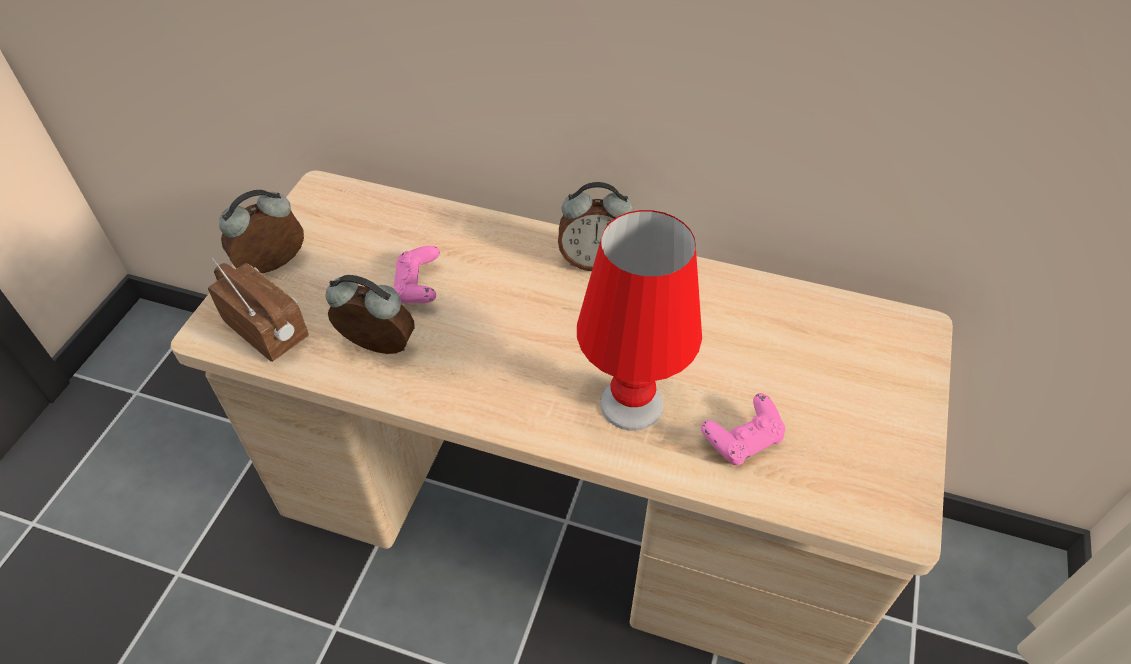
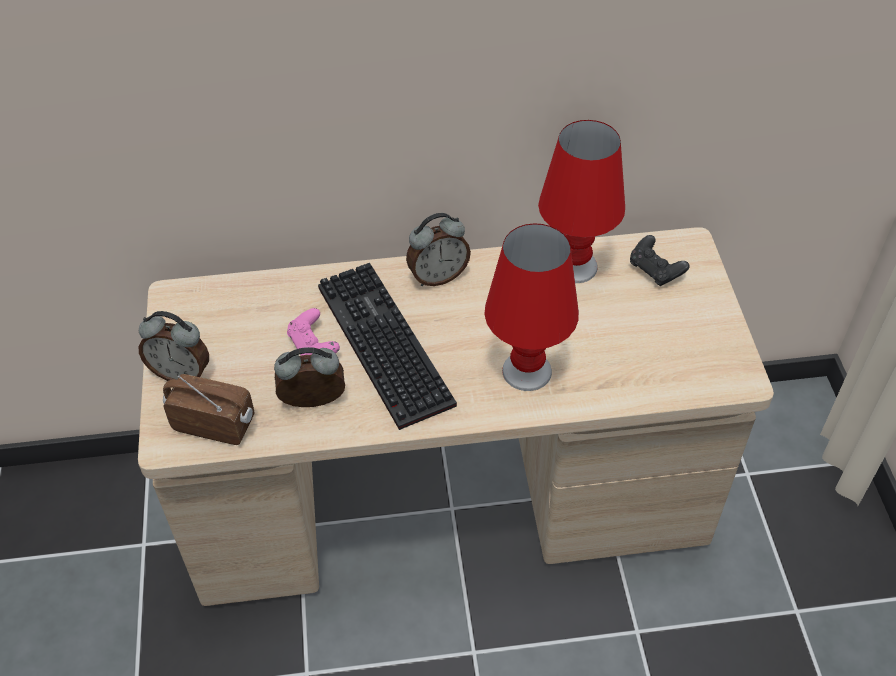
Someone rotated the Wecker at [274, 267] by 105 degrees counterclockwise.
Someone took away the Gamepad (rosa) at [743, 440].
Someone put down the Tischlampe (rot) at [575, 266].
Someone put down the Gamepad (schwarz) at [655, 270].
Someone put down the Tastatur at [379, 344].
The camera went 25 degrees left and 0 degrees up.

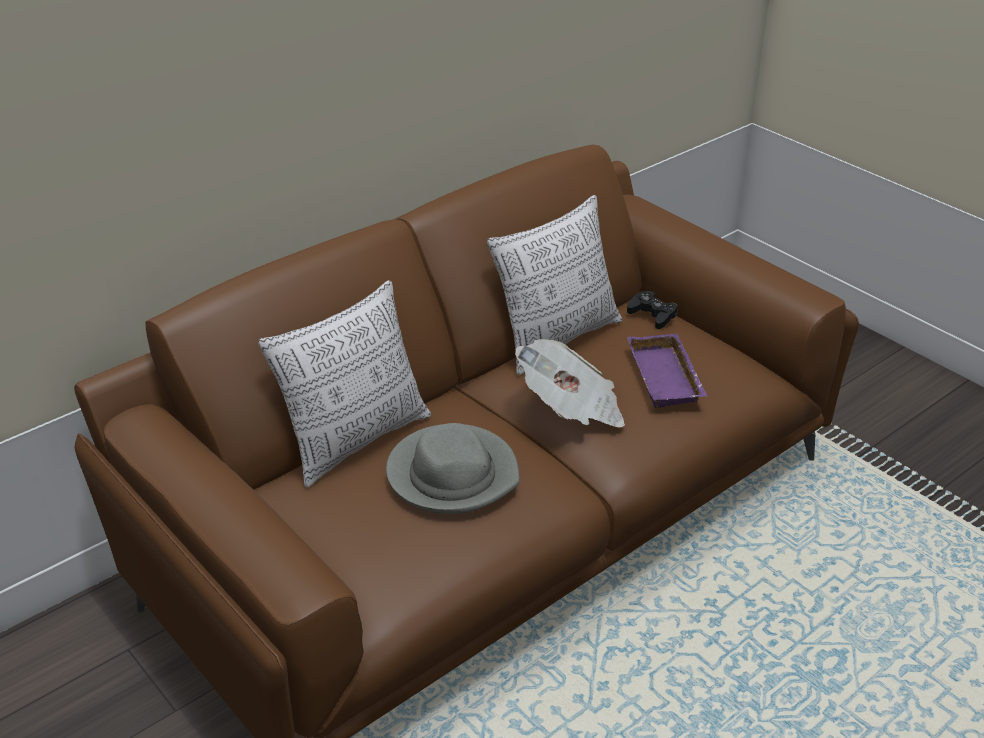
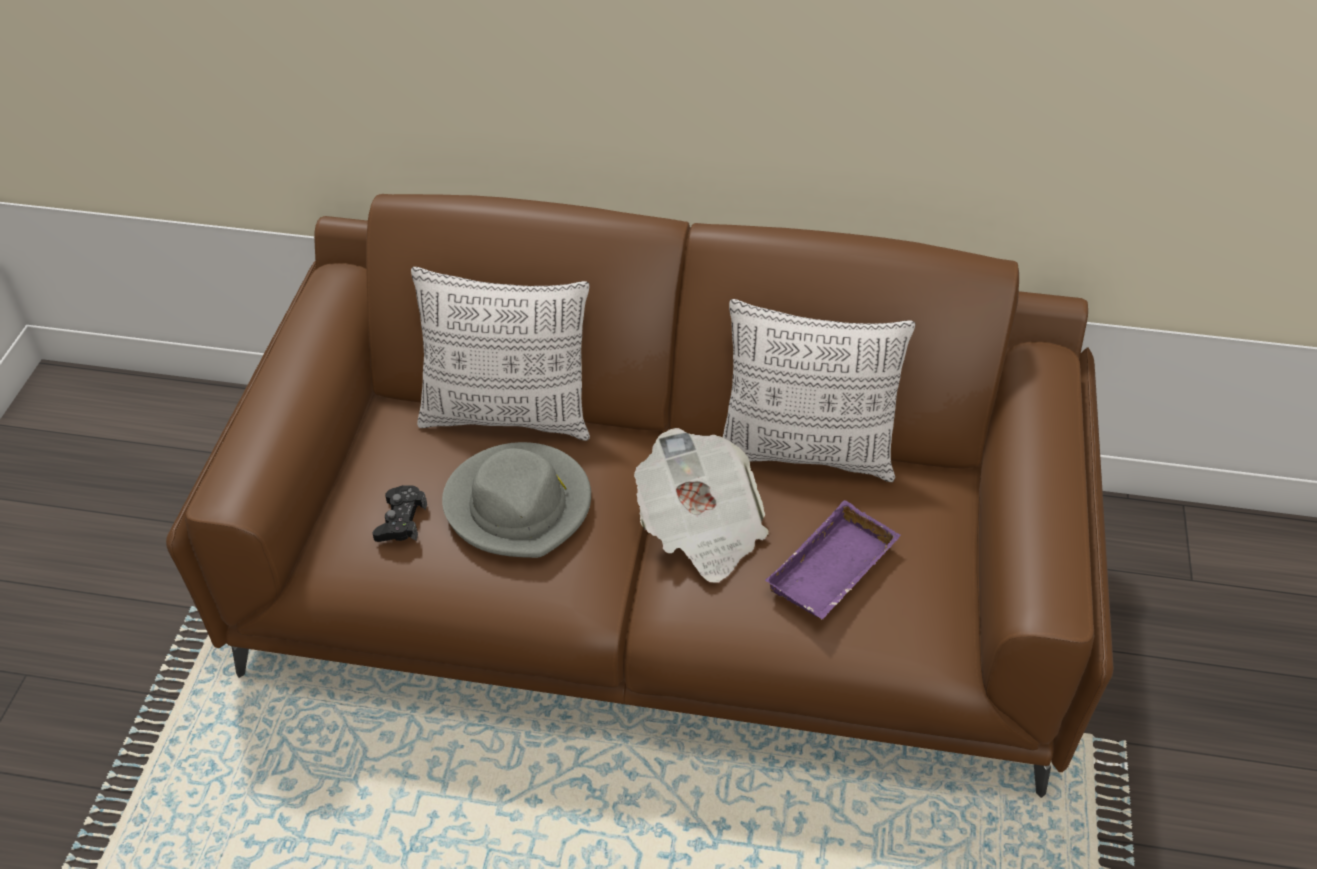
Someone carried the Gamepad (schwarz) from [652, 315] to [401, 520].
The camera went 50 degrees right and 10 degrees up.

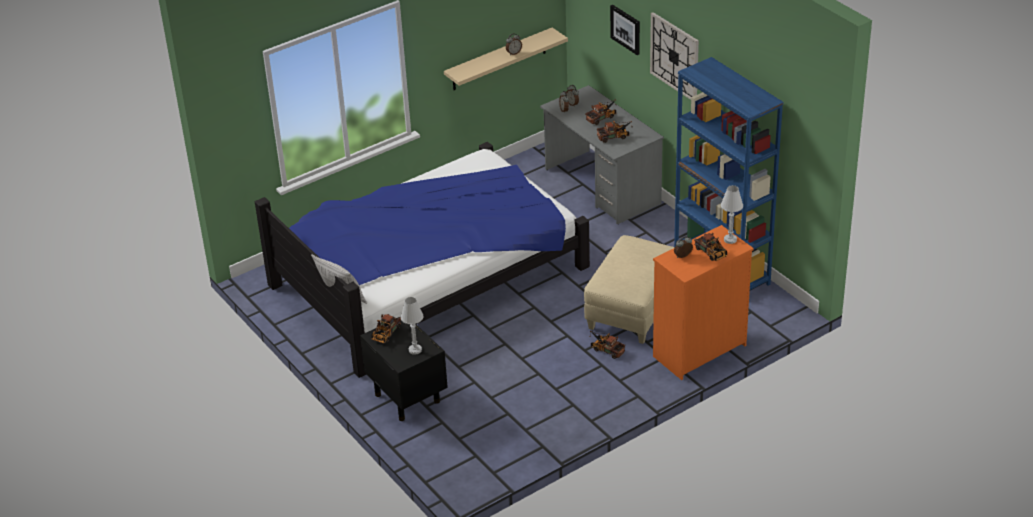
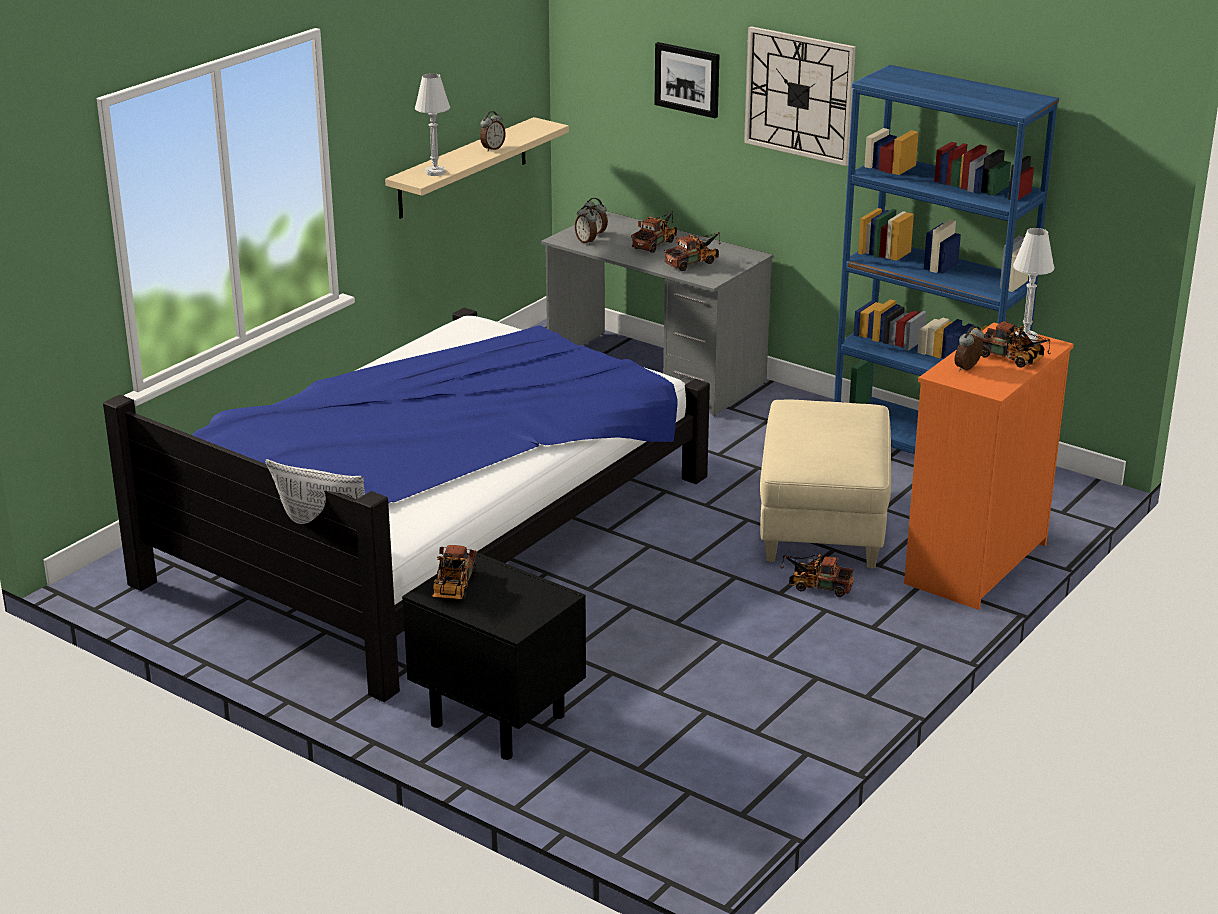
Someone carried the Tischlampe (weiß) from [415, 350] to [435, 172].
The camera went 20 degrees left and 10 degrees down.

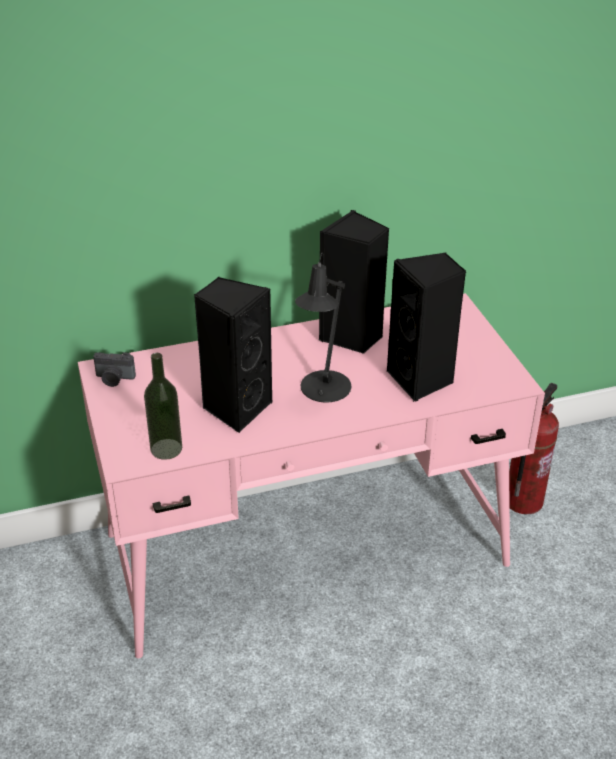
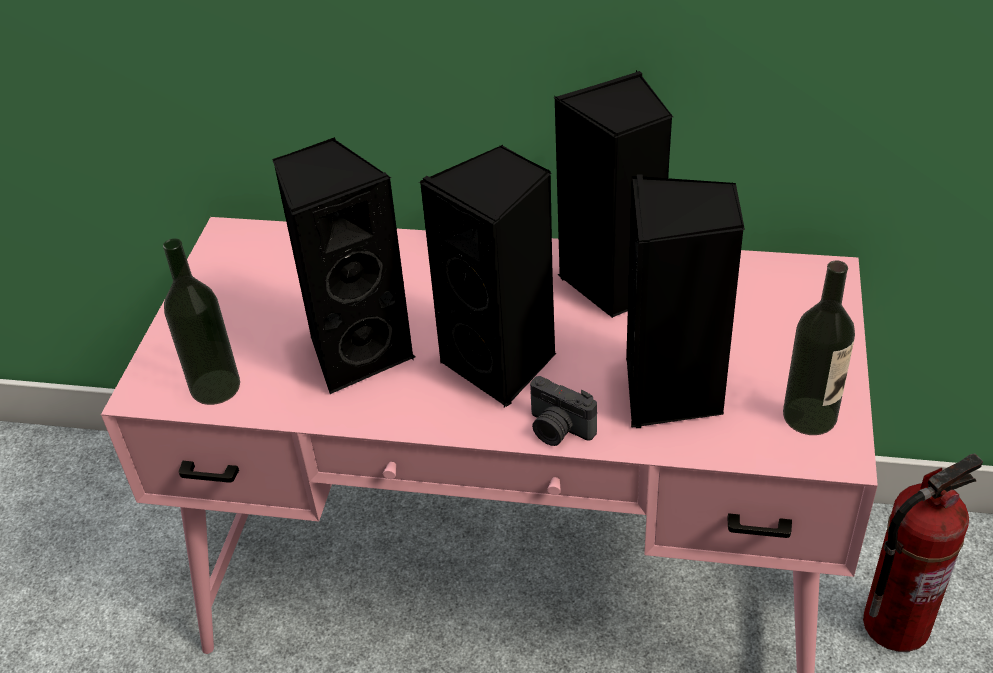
Someone swapped the Tischlampe (schwarz) at [323, 391] for the Lautsprecher (schwarz) at [503, 363].
Someone carried the Kamera from [114, 379] to [558, 430].
Someone put down the Flasche at [809, 416].
The camera went 30 degrees right and 5 degrees up.

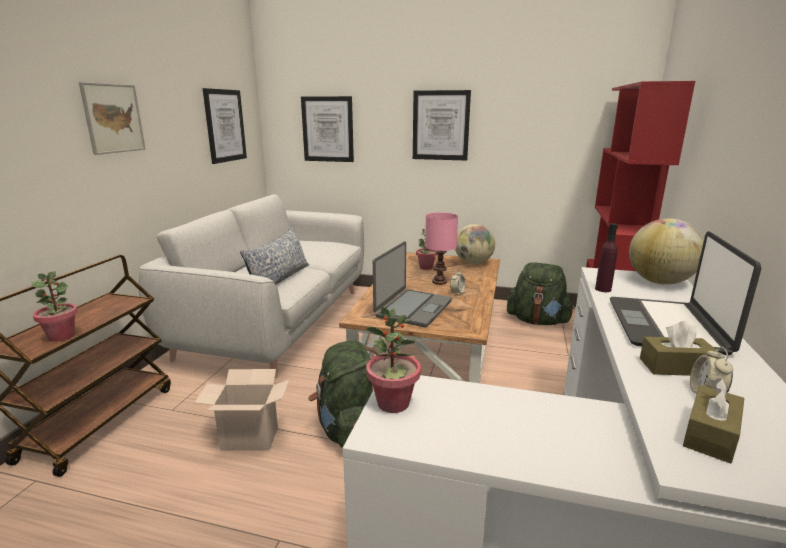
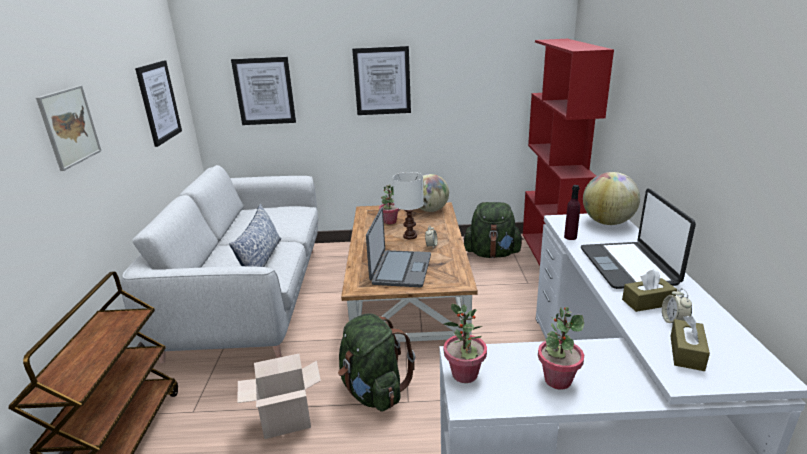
Someone repainted the Tischlampe (rosa) at [440, 282], which became the Tischlampe (weiß) at [410, 236].
Someone carried the Topfpflanze from [62, 336] to [557, 380].
The camera went 15 degrees left and 5 degrees up.

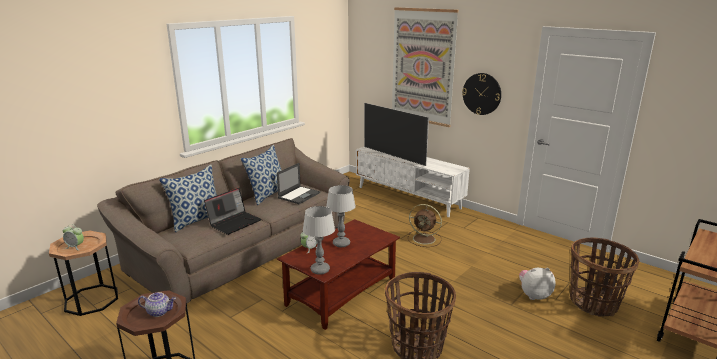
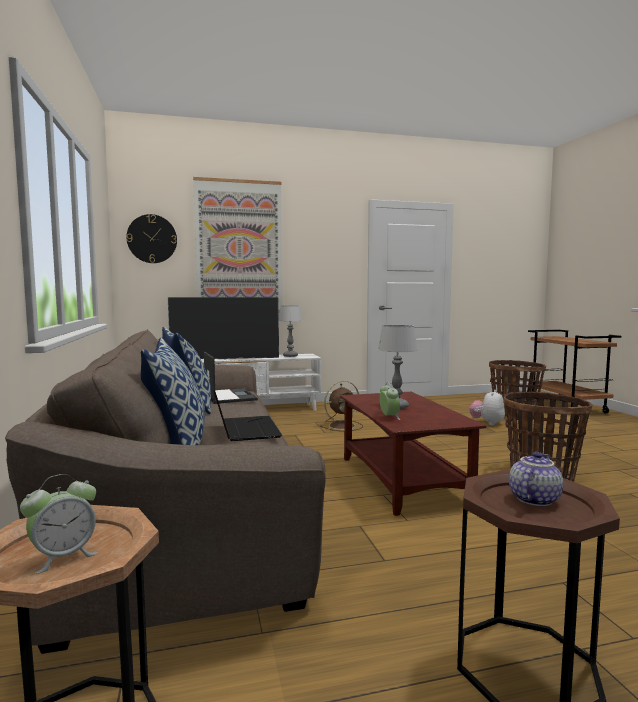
Someone carried the Wanduhr from [481, 94] to [152, 239].
Someone carried the Tischlampe from [319, 270] to [290, 356].
The camera went 55 degrees left and 15 degrees down.

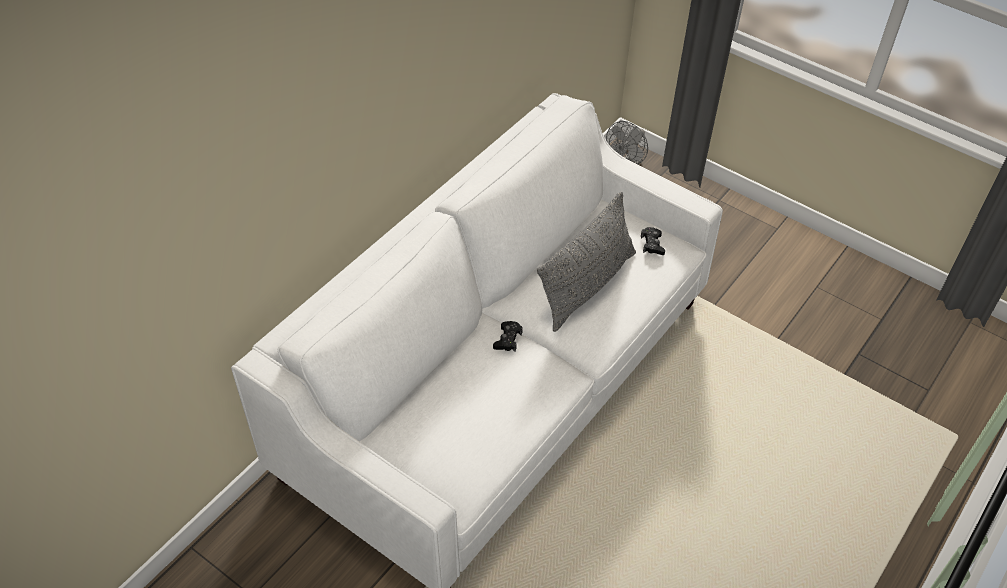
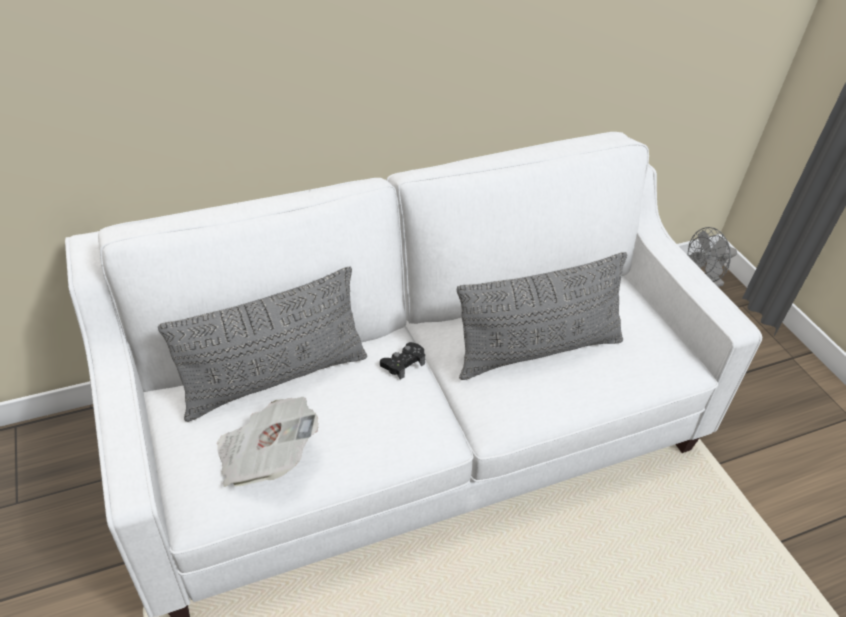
Someone took away the Gamepad (schwarz) at [652, 244].
Someone put down the Kissen (grau) at [275, 378].
Someone put down the Zeitung at [266, 457].
The camera went 30 degrees right and 5 degrees down.

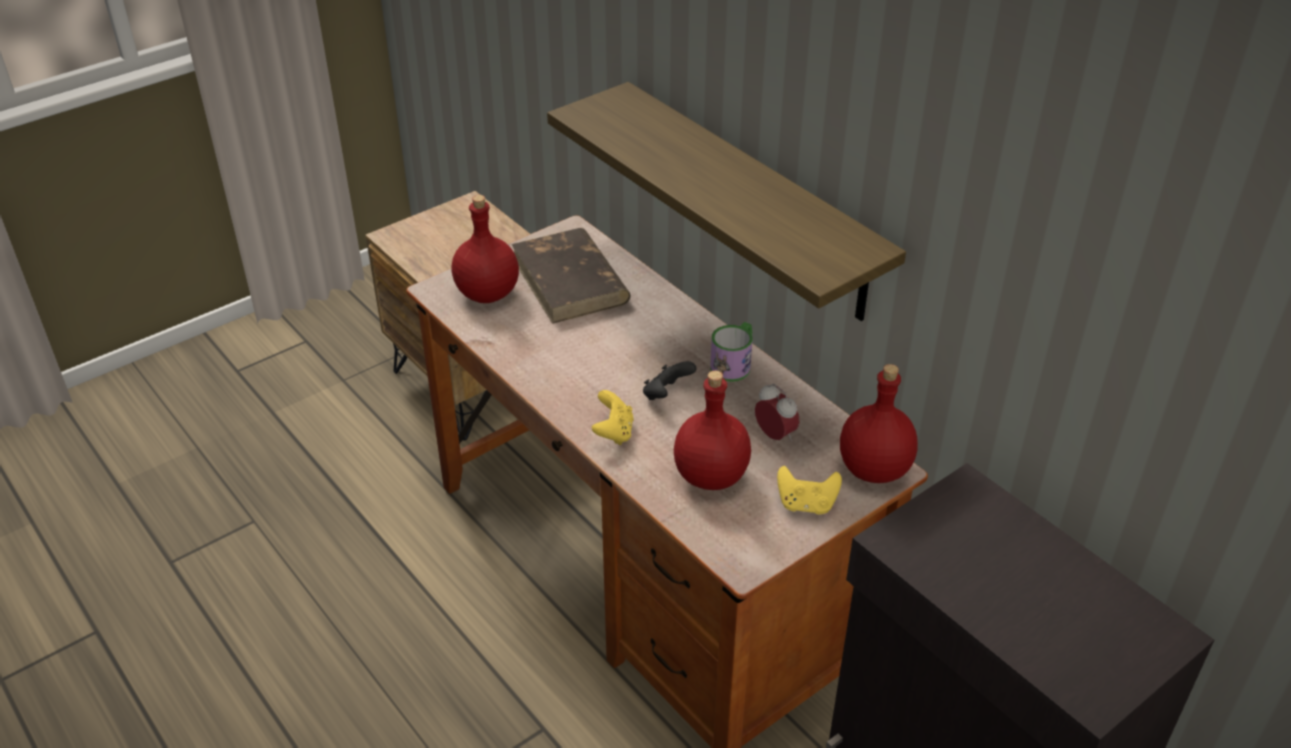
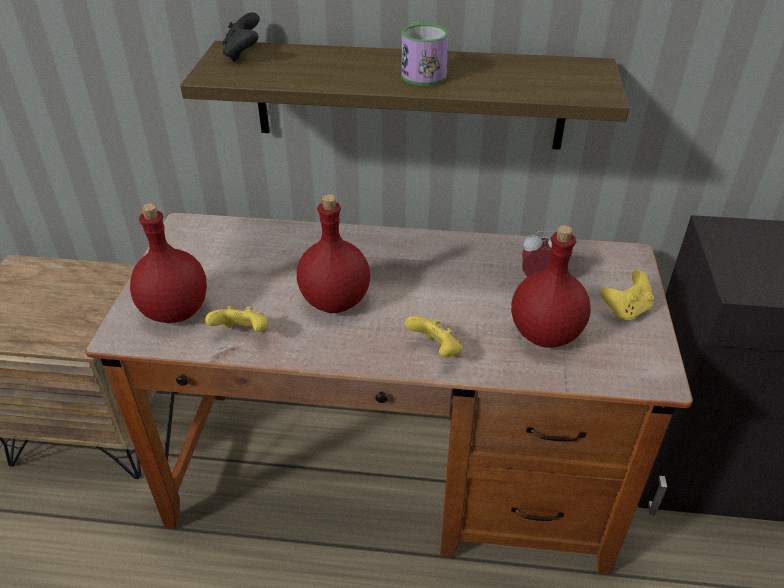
Someone took away the Buch (braun) at [570, 281].
Someone carried the Henkelbecher from [734, 363] to [421, 72].
Someone carried the Gamepad (schwarz) from [666, 394] to [243, 55].
Someone carried the Flasche (rot) from [875, 469] to [336, 300].
Someone put down the Gamepad (gelb) at [242, 334].
The camera went 45 degrees left and 0 degrees up.

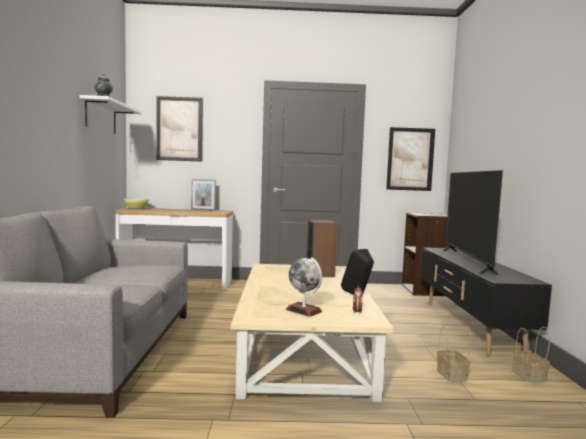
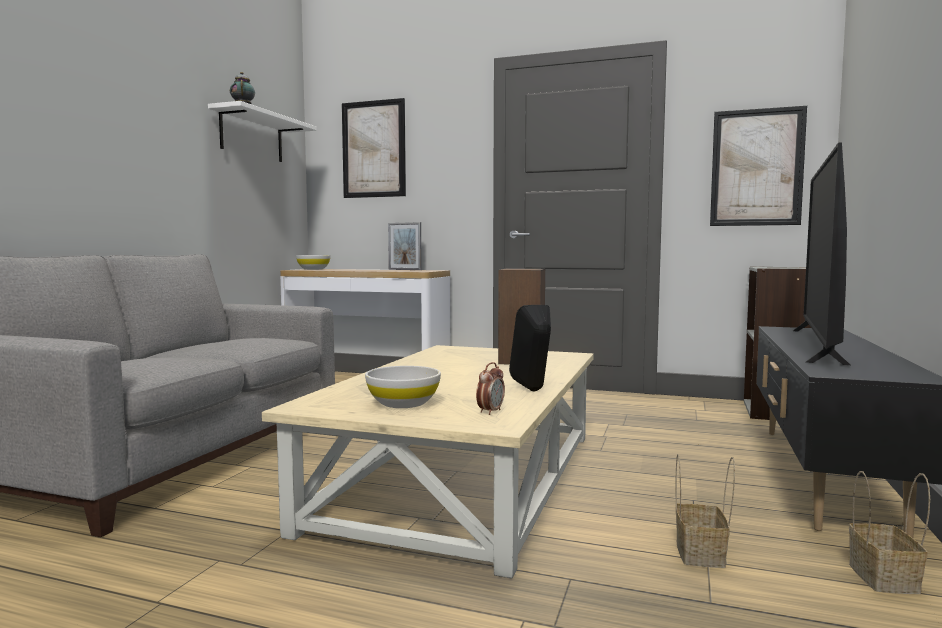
Someone swapped the Globus at [304, 310] for the Schüssel (weiß) at [403, 403].
The camera went 20 degrees right and 0 degrees up.

